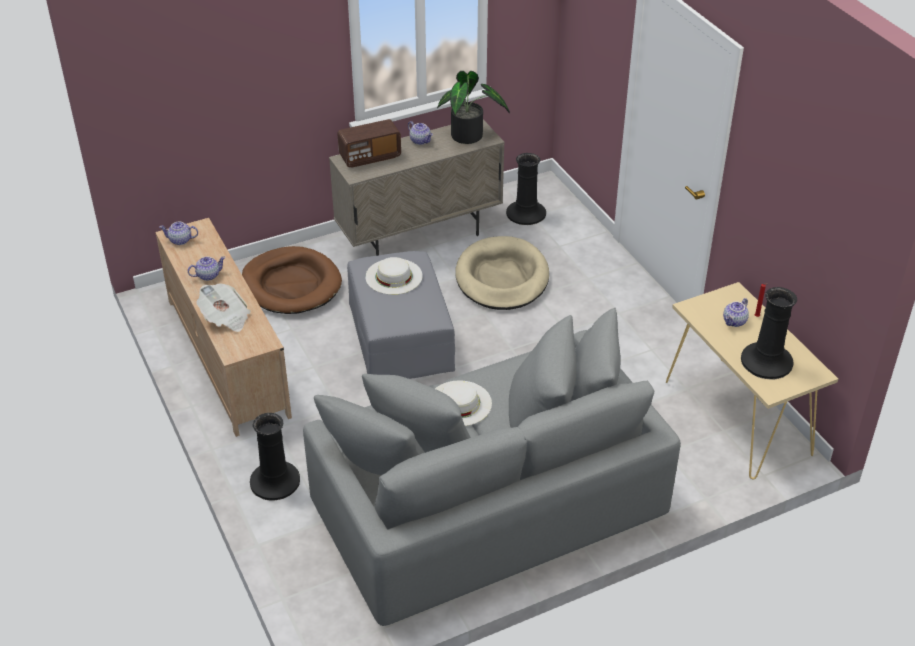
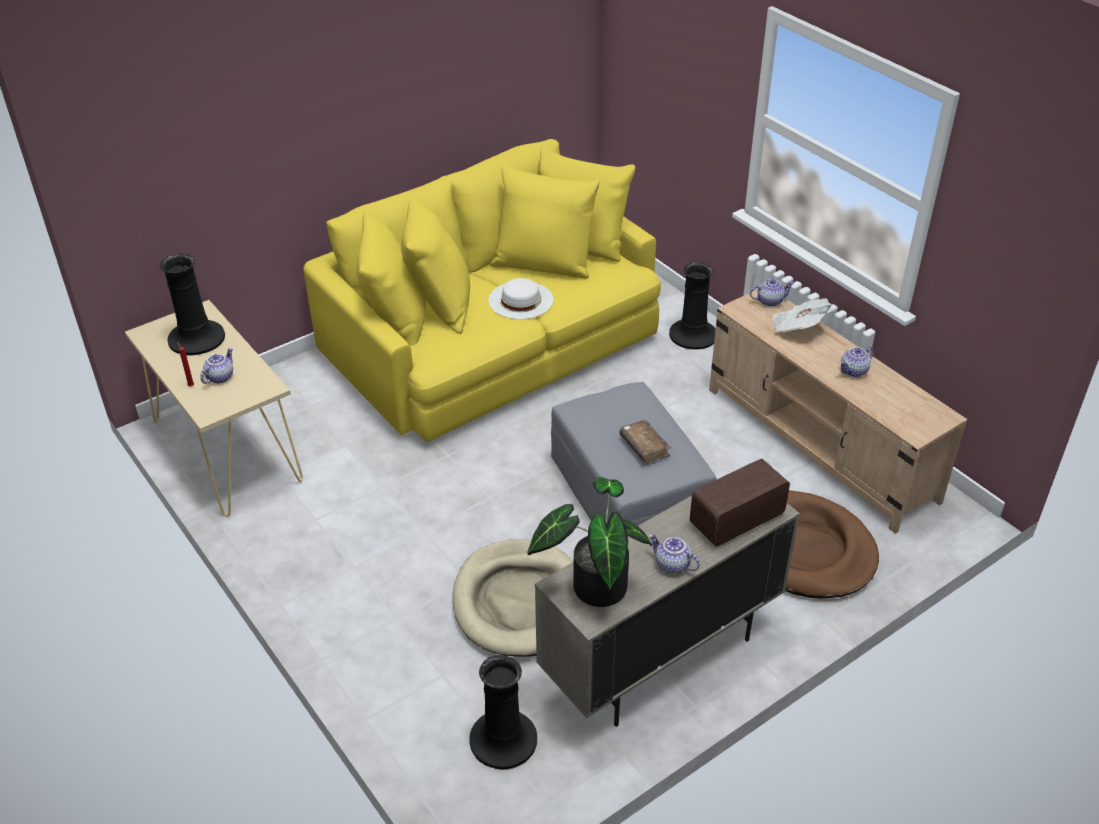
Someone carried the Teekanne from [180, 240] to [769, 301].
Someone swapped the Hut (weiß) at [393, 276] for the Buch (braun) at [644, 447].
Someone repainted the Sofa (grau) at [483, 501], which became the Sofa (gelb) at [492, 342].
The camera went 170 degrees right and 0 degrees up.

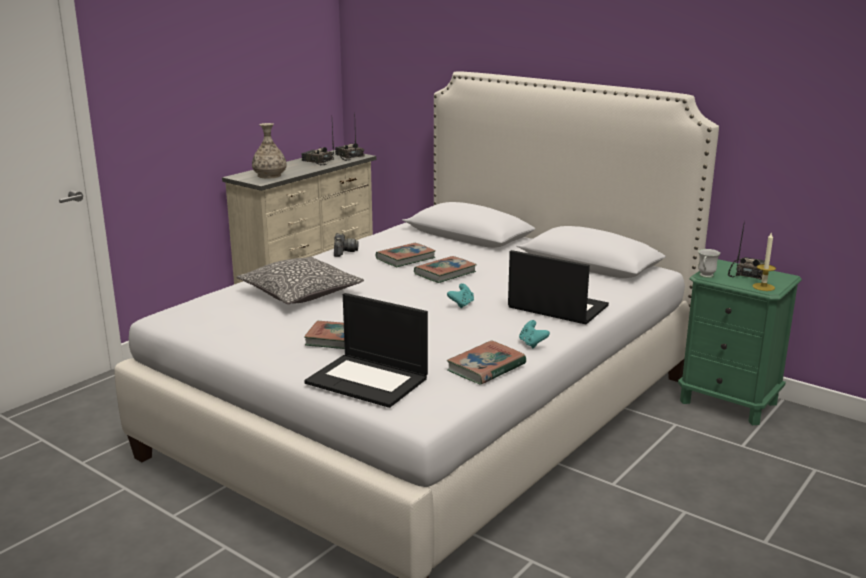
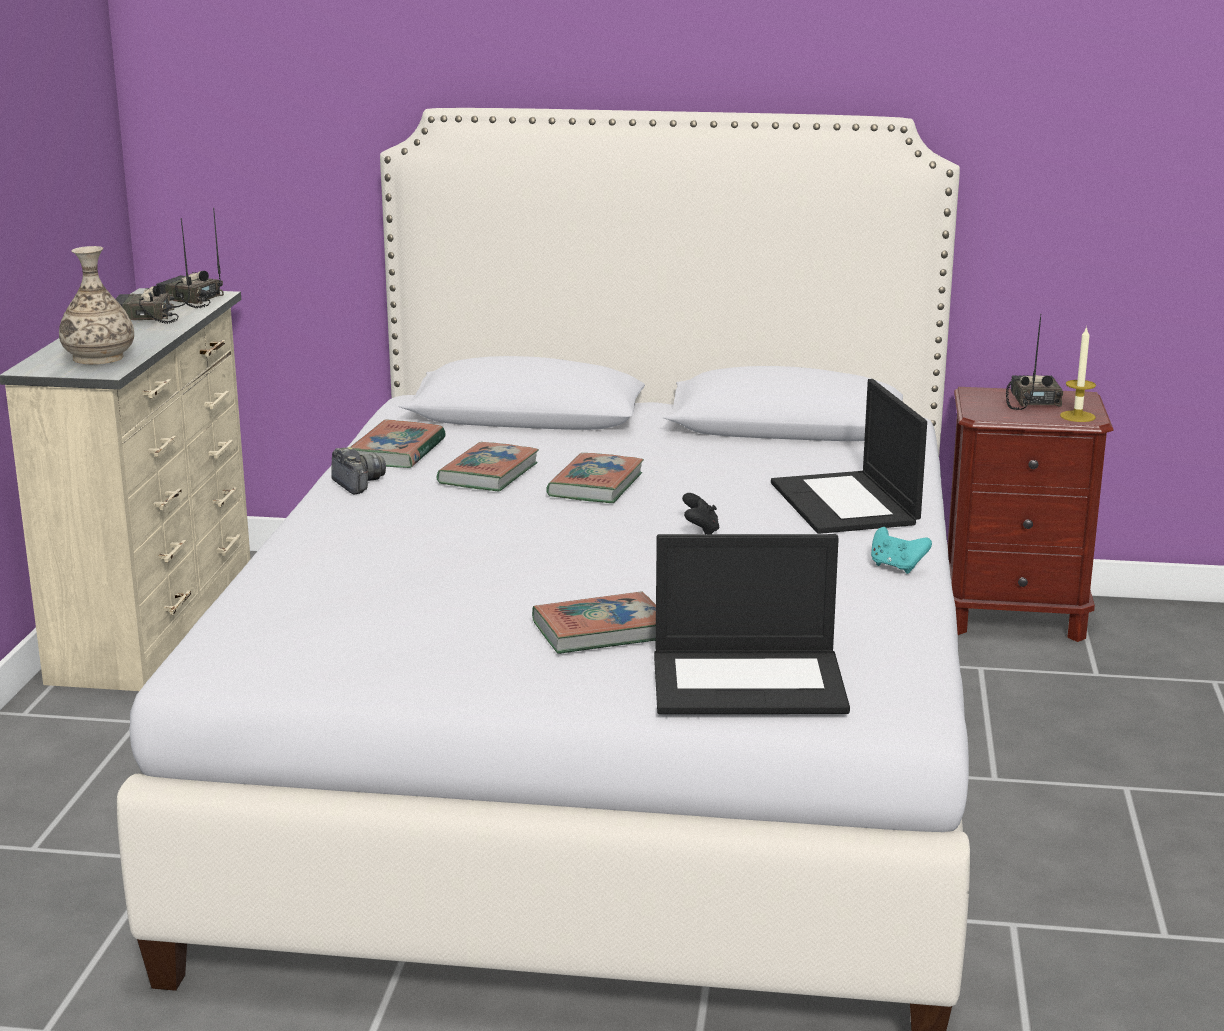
Someone took away the Henkelbecher (weiß) at [705, 276].
Someone rotated the Laptop at [556, 307] by 105 degrees counterclockwise.
Someone took away the Kissen at [300, 293].
Someone repainted the Nachttisch (grün) at [728, 402], which became the Nachttisch (braun) at [1014, 617].
Someone repainted the Gamepad (türkis) at [461, 304], which became the Gamepad (schwarz) at [700, 530].
Someone carried the Buch from [486, 367] to [398, 451].
The camera went 30 degrees left and 0 degrees up.

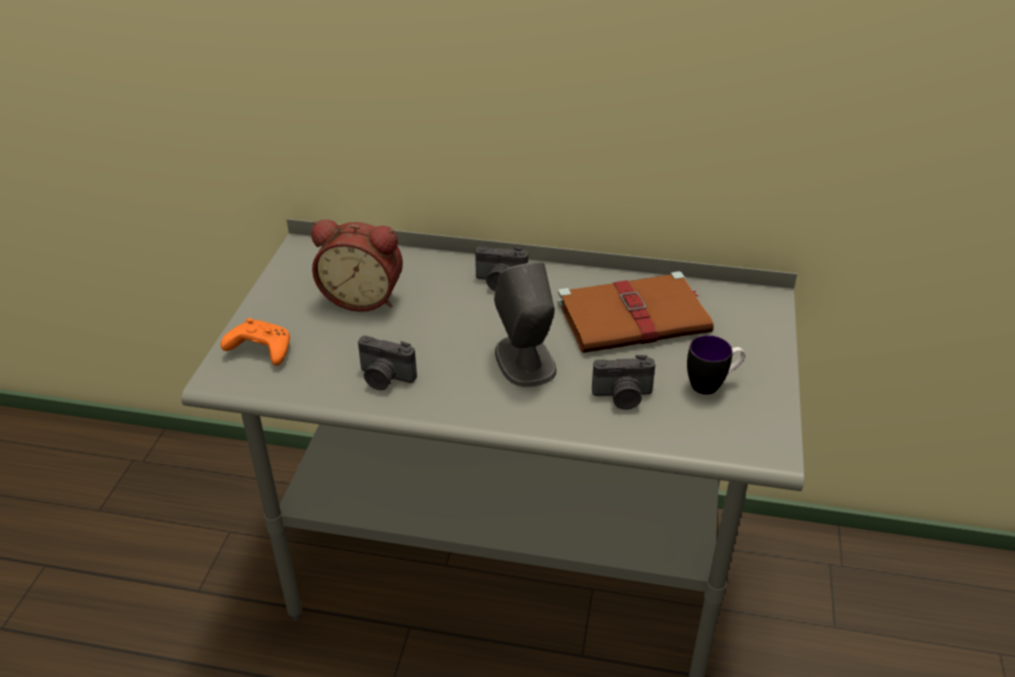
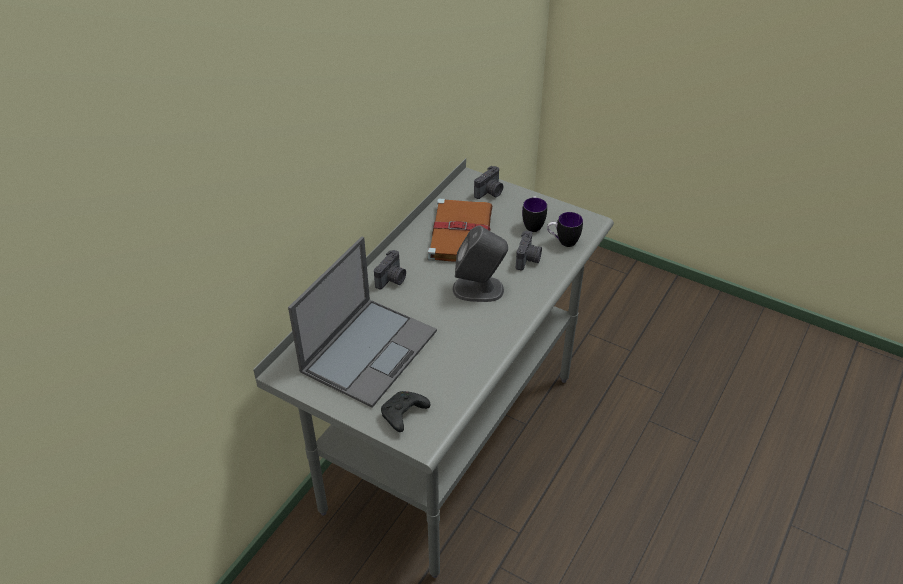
Someone swapped the Wecker at [363, 297] for the Laptop at [370, 350].
Someone repainted the Gamepad (orange) at [260, 350], which became the Gamepad (schwarz) at [403, 415].
Someone carried the Kamera from [385, 378] to [490, 192].
Someone put down the Henkelbecher at [563, 242].
The camera went 70 degrees left and 5 degrees up.

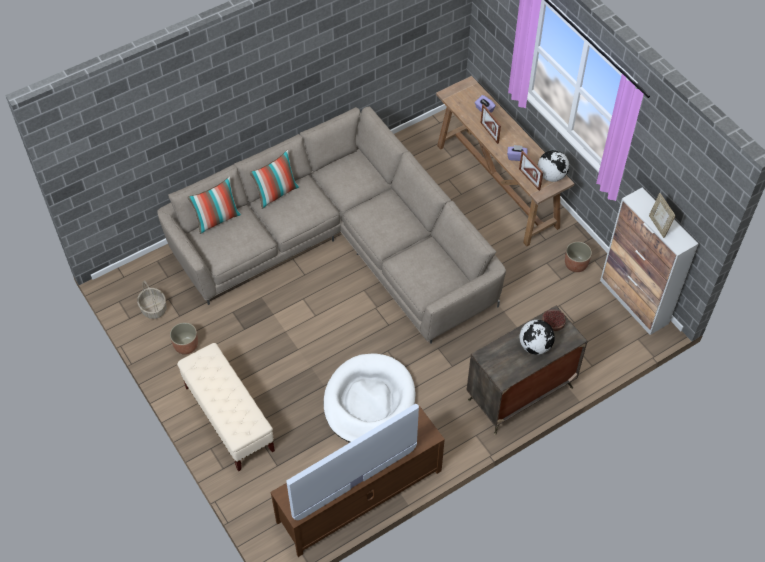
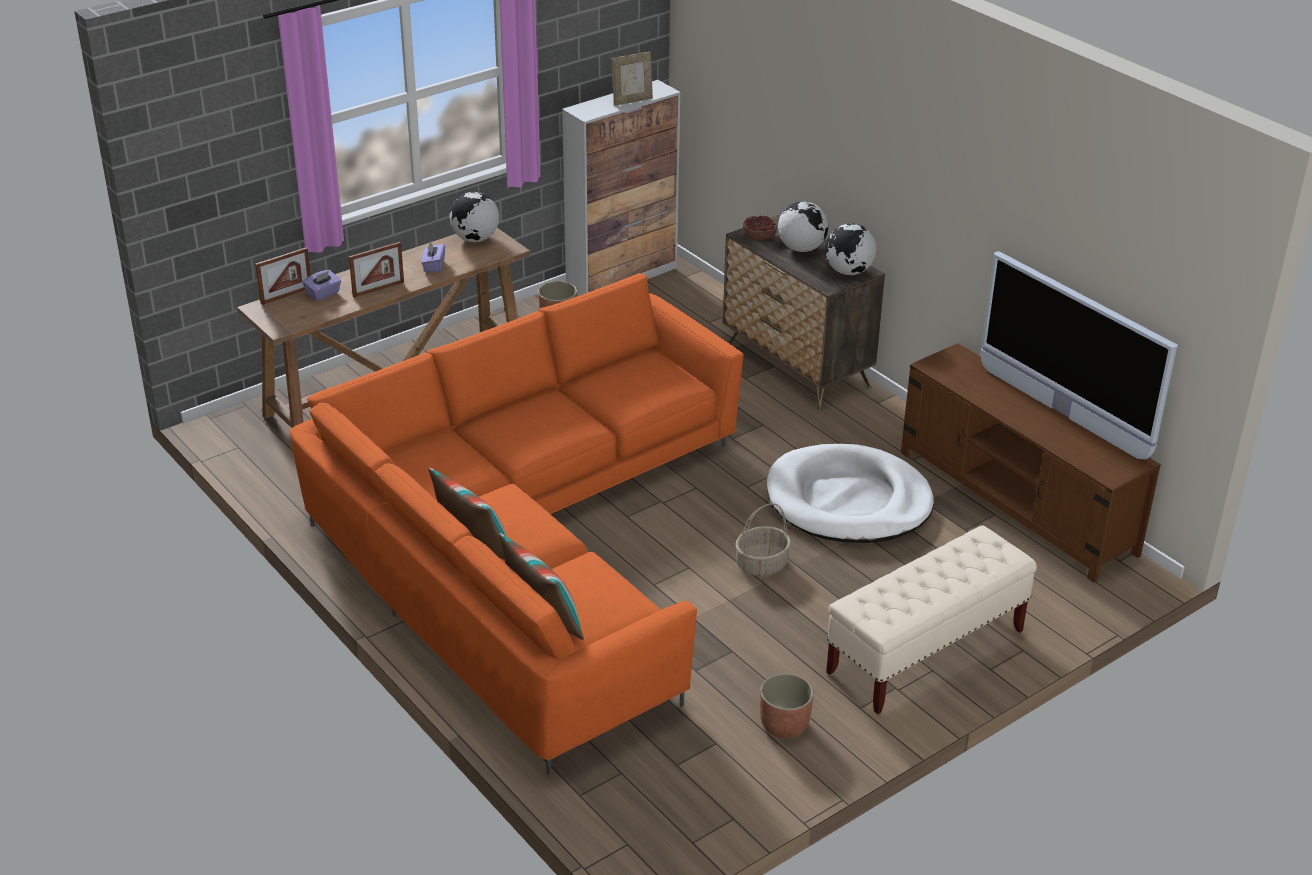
Someone repainted the Sofa (beige) at [340, 245], which became the Sofa (orange) at [528, 547].
Someone carried the Bilderrahmen from [529, 179] to [286, 296].
Someone carried the Korb from [153, 308] to [761, 565].
Someone put down the Globus at [848, 272].
The camera went 95 degrees left and 20 degrees down.

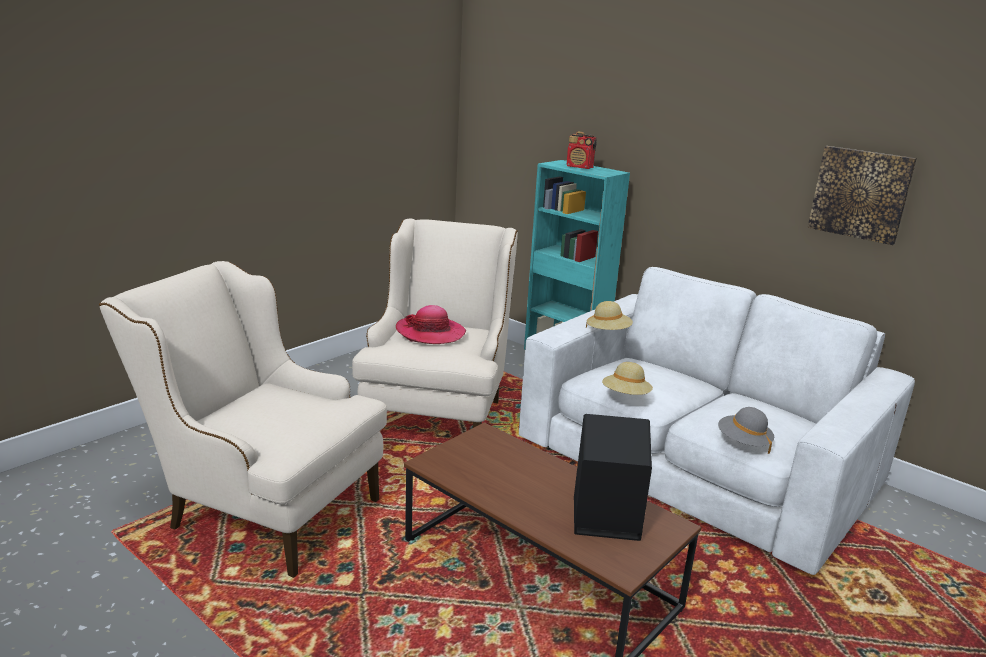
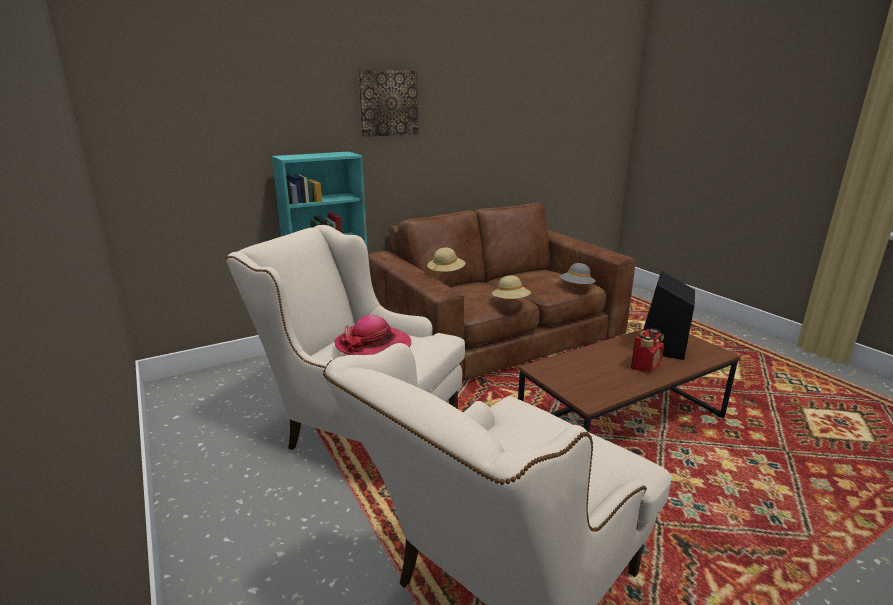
Someone carried the Radio from [580, 167] to [645, 366].
Someone carried the Bild from [860, 194] to [388, 103].
Someone repainted the Sofa (weiß) at [697, 463], which became the Sofa (braun) at [497, 335].
The camera went 70 degrees left and 0 degrees up.

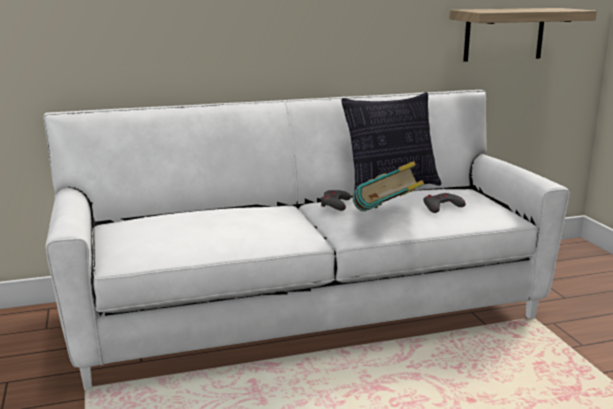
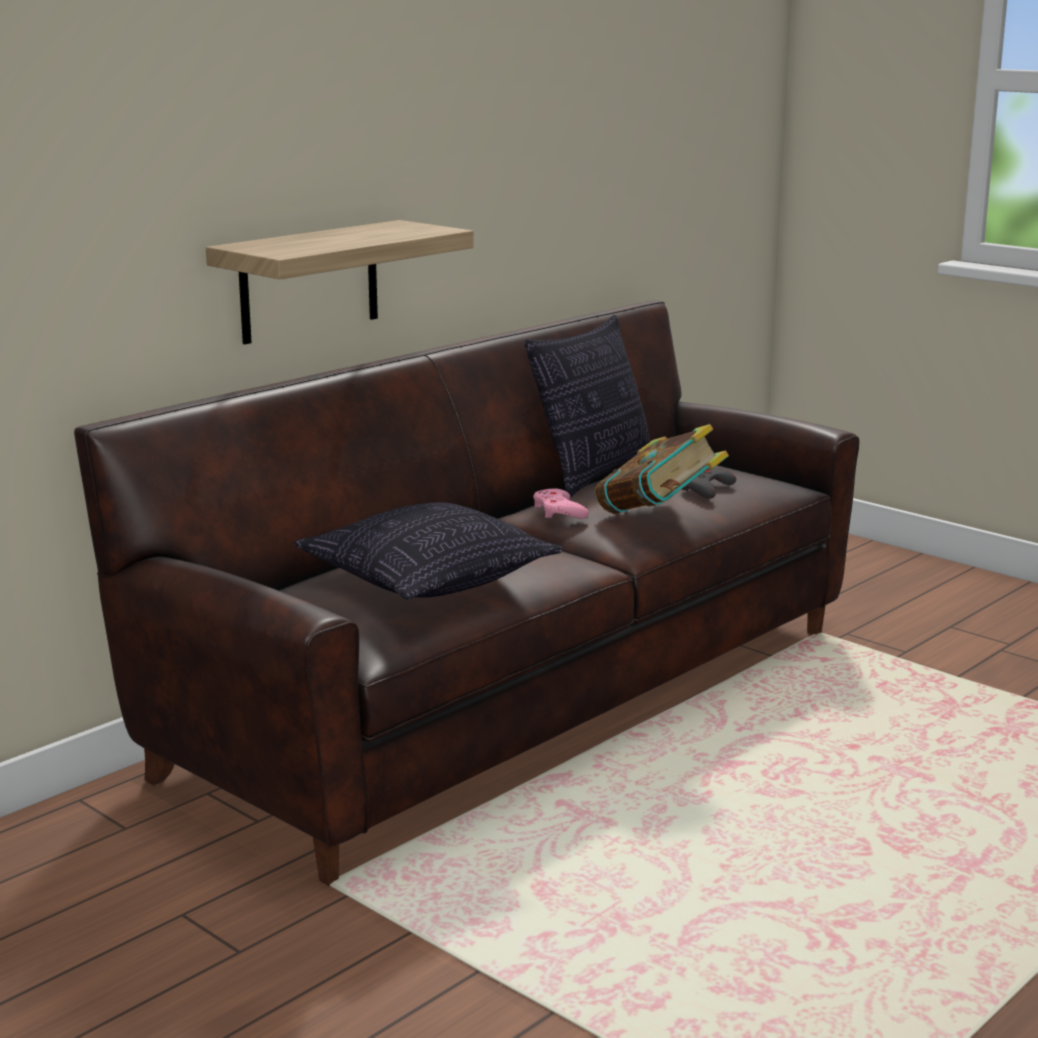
Someone carried the Wandregal from [504, 34] to [309, 282].
Someone repainted the Sofa (weiß) at [306, 312], which became the Sofa (braun) at [517, 699].
Someone repainted the Gamepad (grau) at [335, 204], which became the Gamepad (rosa) at [559, 511].
Someone put down the Kissen at [428, 580].
The camera went 30 degrees left and 0 degrees up.

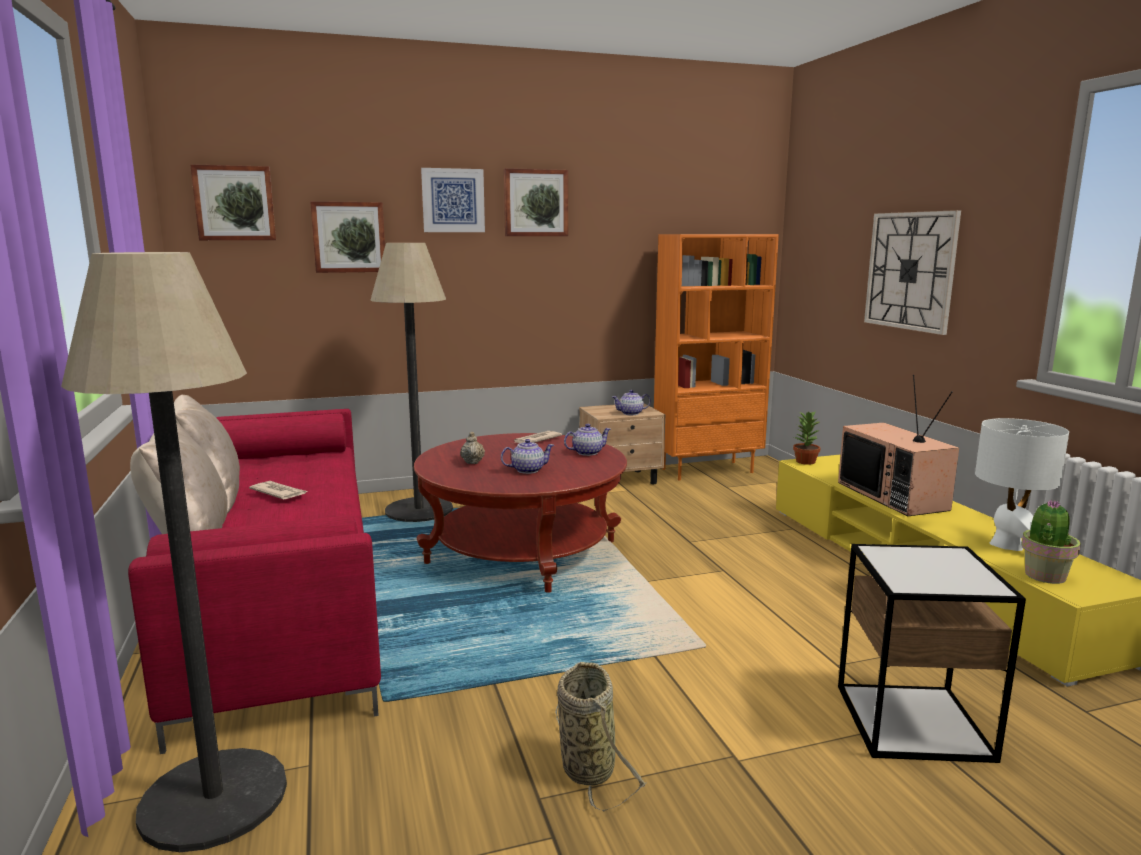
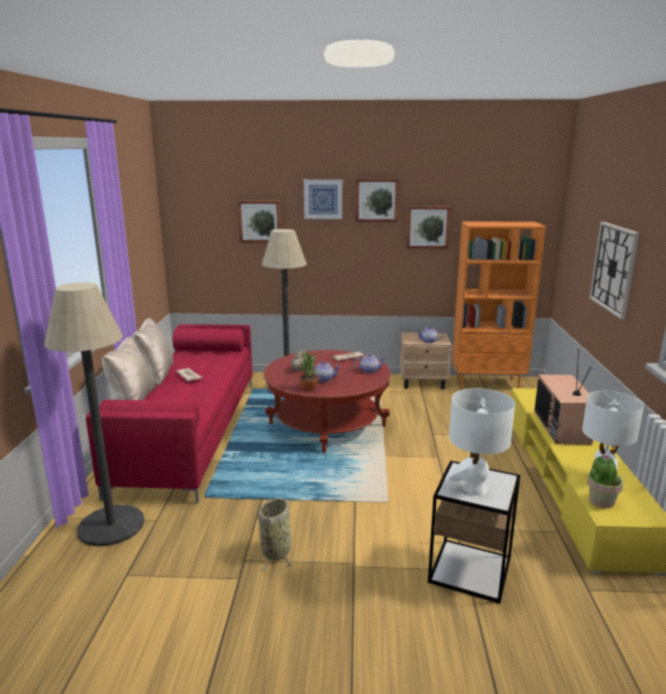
Someone carried the Bild from [235, 203] to [427, 227].
Someone carried the Topfpflanze from [805, 461] to [308, 388].
Someone put down the Tischlampe (weiß) at [474, 489].
The camera went 20 degrees right and 5 degrees up.

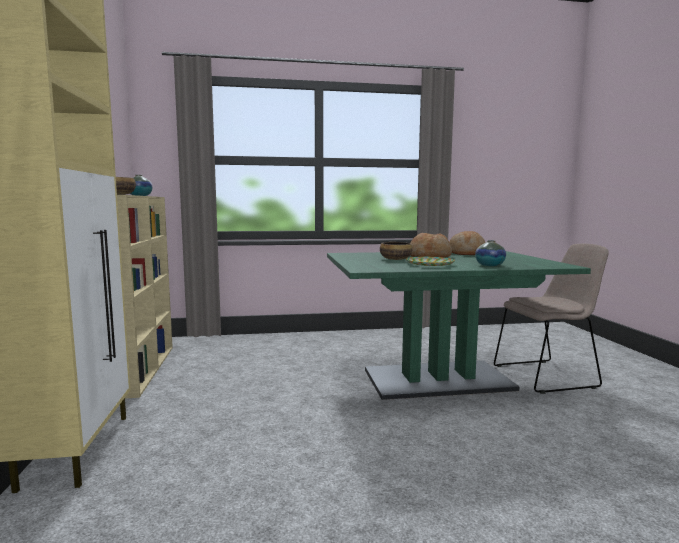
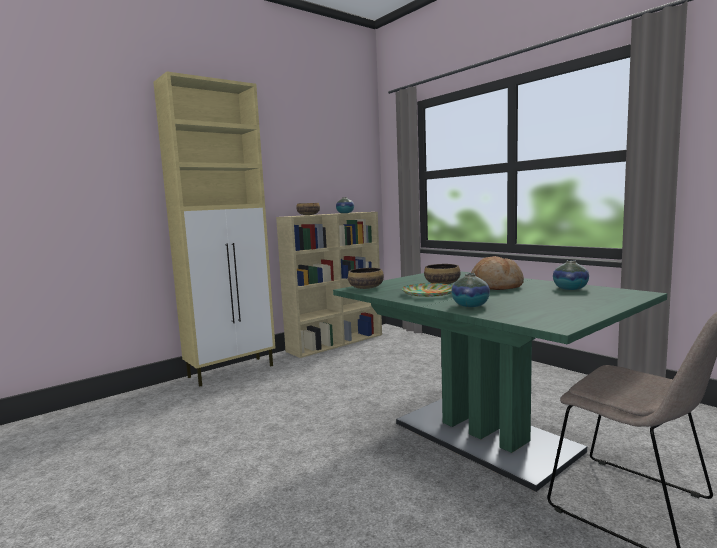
Someone swapped the Brot at [467, 253] for the Vase at [570, 288].
Someone put down the Schüssel at [366, 288].
The camera went 60 degrees right and 0 degrees up.

